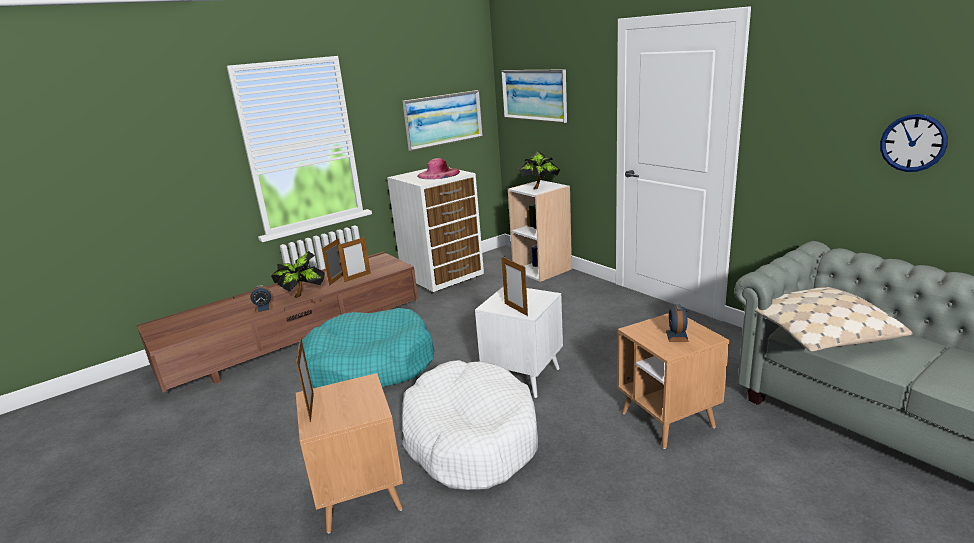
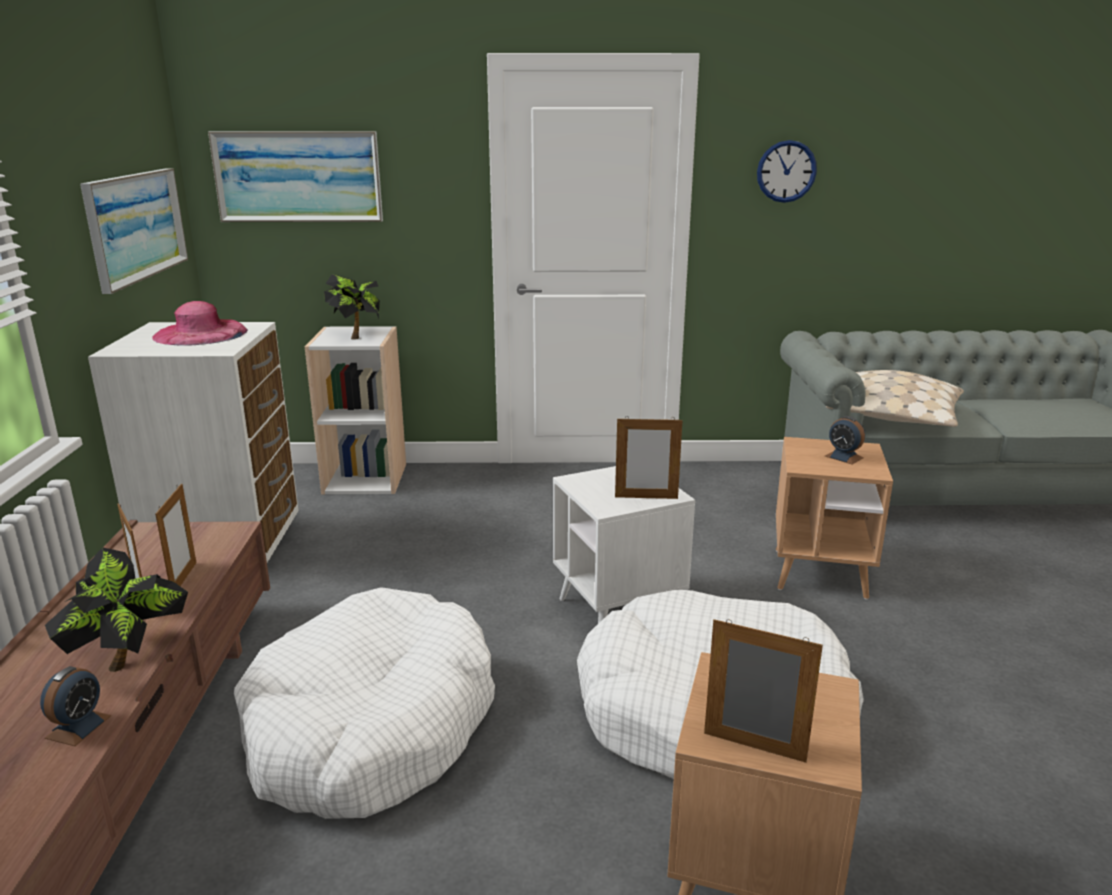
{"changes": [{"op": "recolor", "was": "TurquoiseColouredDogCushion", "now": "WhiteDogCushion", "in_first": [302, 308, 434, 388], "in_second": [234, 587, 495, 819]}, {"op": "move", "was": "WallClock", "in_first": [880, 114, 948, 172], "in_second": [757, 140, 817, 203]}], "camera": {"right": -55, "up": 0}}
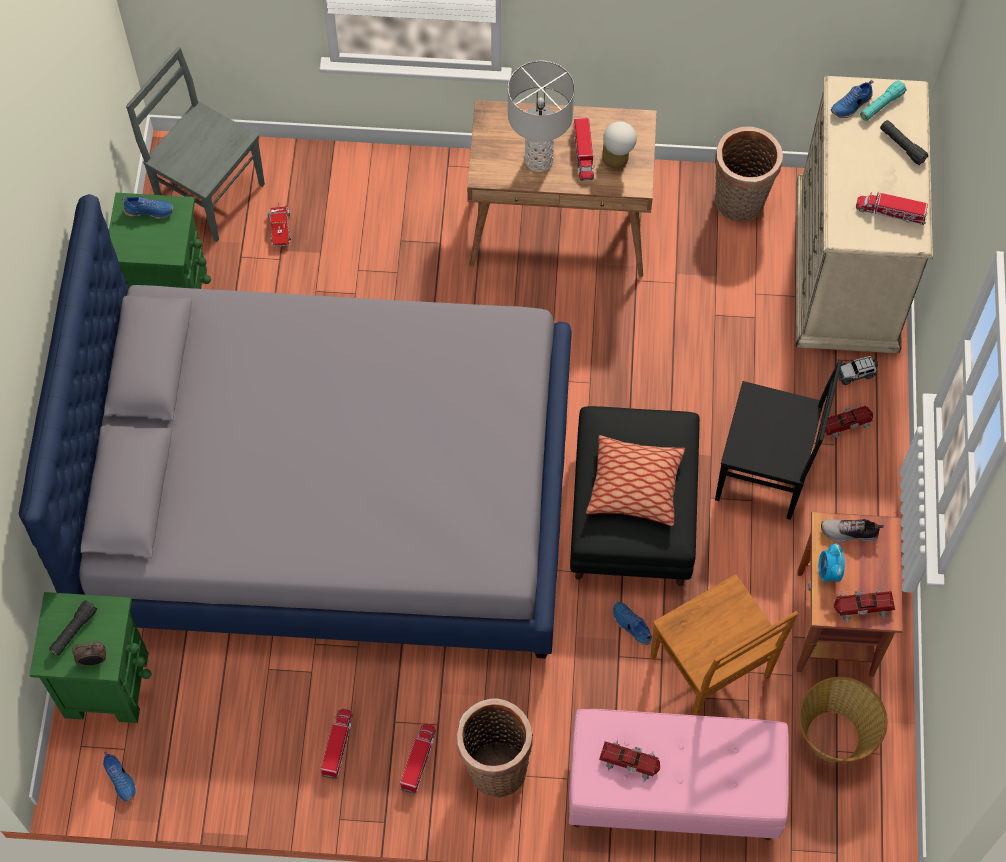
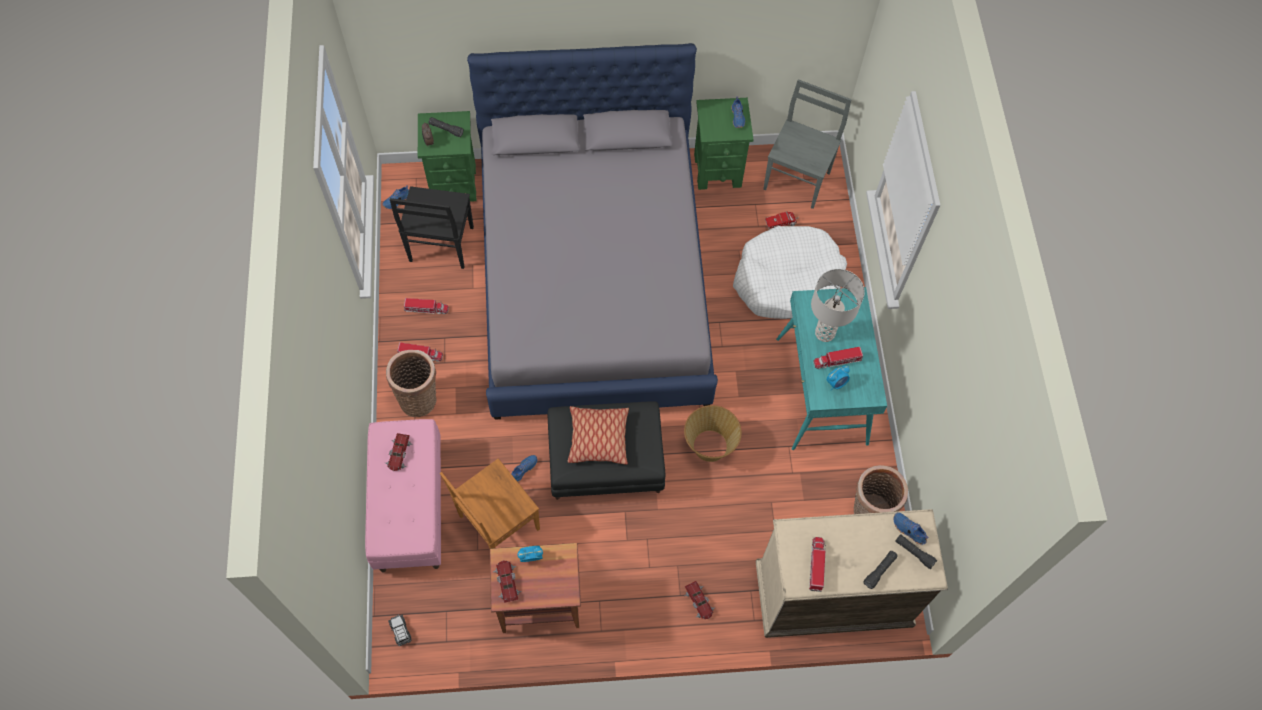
{"changes": [{"op": "recolor", "was": "BrownColouredDeskTable", "now": "TurquoiseColouredDeskTable", "in_first": [467, 100, 657, 277], "in_second": [776, 287, 887, 450]}, {"op": "replace", "was": "TableLamp", "now": "AlarmClock", "in_first": [602, 121, 637, 168], "in_second": [827, 366, 850, 390]}, {"op": "move", "was": "BlackColouredPlainChair", "in_first": [715, 360, 842, 520], "in_second": [390, 186, 474, 269]}, {"op": "move", "was": "HouseholdBasket", "in_first": [799, 677, 887, 762], "in_second": [684, 405, 742, 462]}, {"op": "delete", "was": "LowShoe", "in_first": [821, 519, 884, 542]}, {"op": "move", "was": "ModelCar", "in_first": [838, 356, 878, 385], "in_second": [388, 615, 412, 646]}, {"op": "recolor", "was": "TurquoiseColouredTorch", "now": "BlackColouredTorch", "in_first": [860, 80, 907, 121], "in_second": [896, 534, 937, 569]}, {"op": "insert", "now": "WhiteDogCushion", "in_second": [733, 226, 847, 319]}], "camera": {"right": 80, "up": 0}}
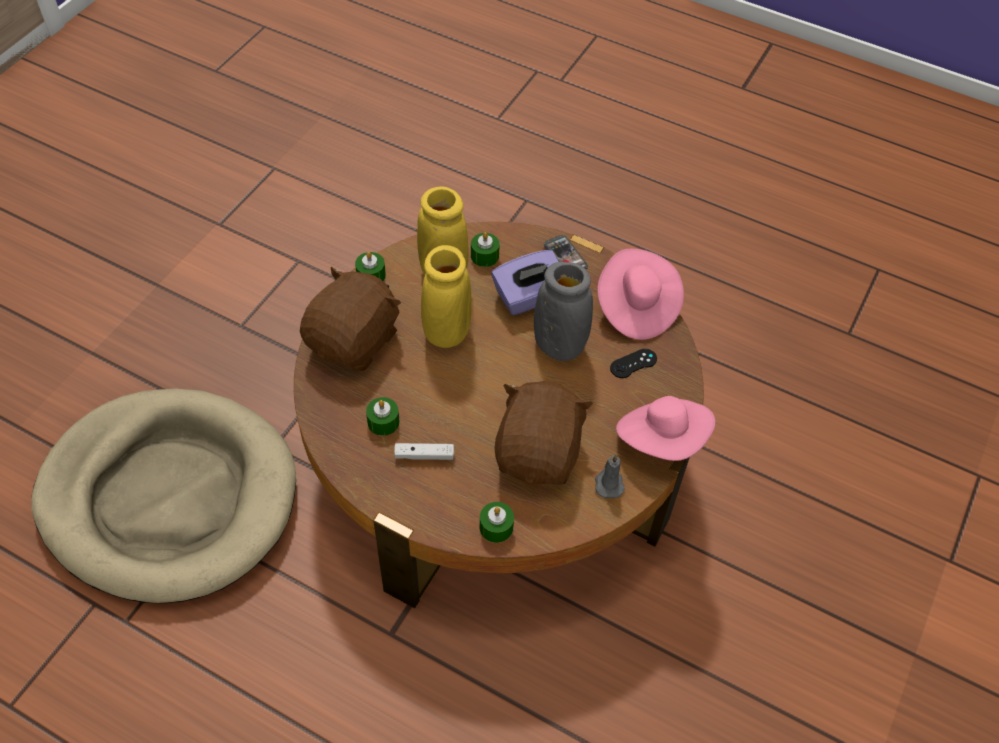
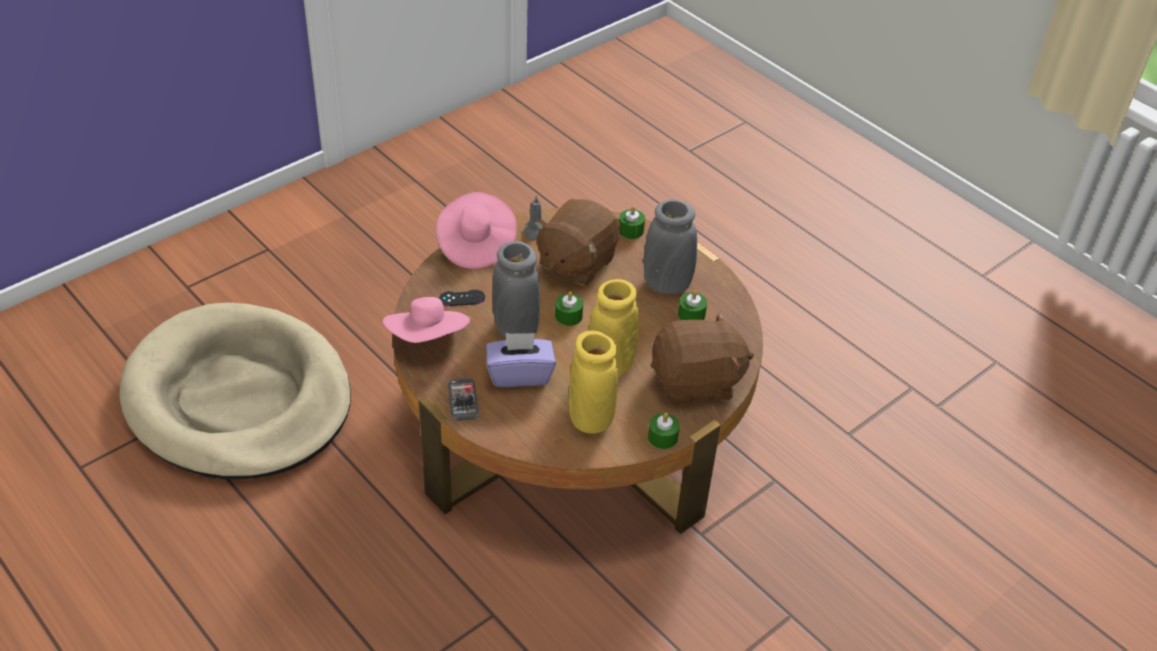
{"changes": [{"op": "move", "was": "SandColouredDogCushion", "in_first": [32, 388, 296, 603], "in_second": [119, 302, 351, 479]}, {"op": "rotate", "was": "BrownColouredPlushToy", "in_first": [300, 267, 401, 371], "in_second": [651, 312, 754, 405], "clockwise": -150}, {"op": "replace", "was": "WhiteGamepad", "now": "GreyishFlowerVase", "in_first": [394, 443, 454, 460], "in_second": [643, 200, 697, 294]}, {"op": "move", "was": "GreenWaxLight", "in_first": [471, 232, 500, 267], "in_second": [555, 292, 583, 326]}], "camera": {"right": -160, "up": -10}}
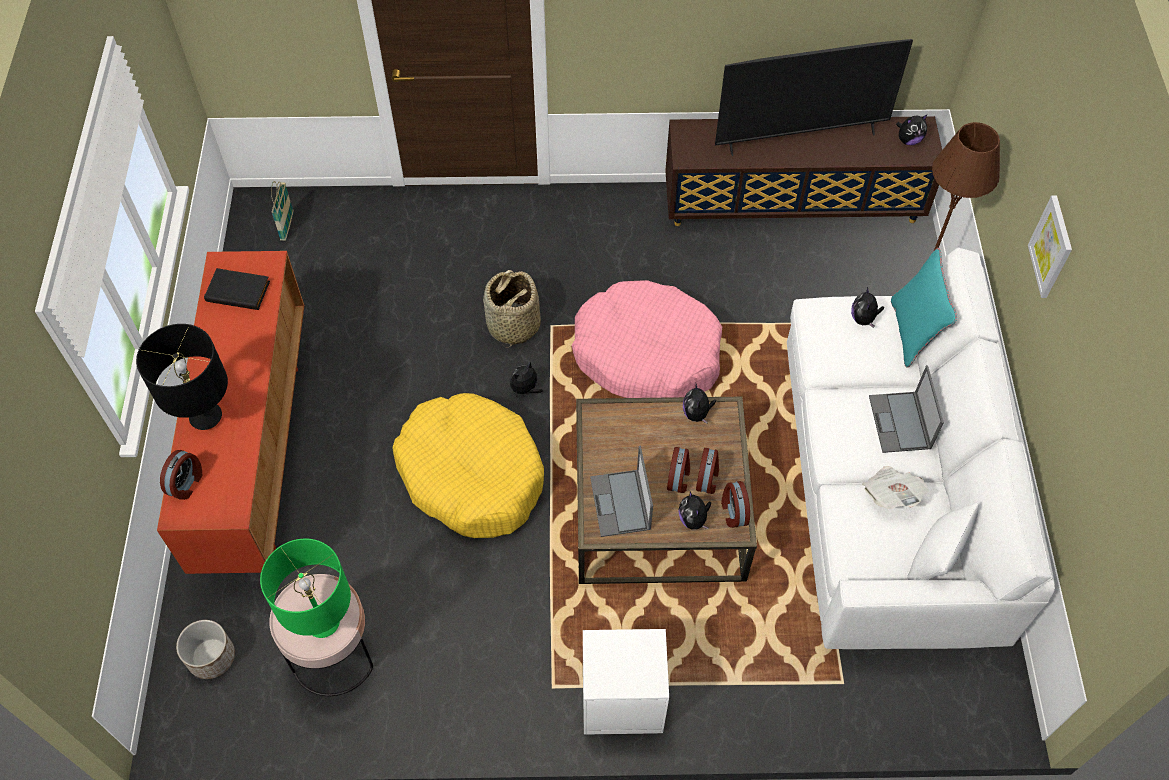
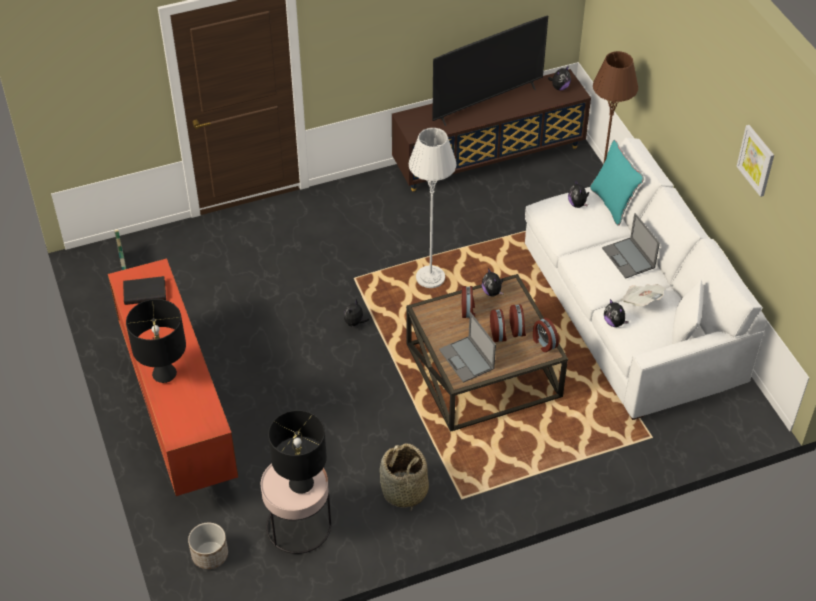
{"changes": [{"op": "move", "was": "AlarmClock", "in_first": [160, 450, 202, 500], "in_second": [462, 286, 475, 318]}, {"op": "recolor", "was": "GreenTableLamp", "now": "BlackColouredTableLamp", "in_first": [260, 539, 351, 638], "in_second": [268, 410, 327, 494]}, {"op": "delete", "was": "YellowDogCushion", "in_first": [392, 393, 544, 538]}, {"op": "move", "was": "HouseholdBasket", "in_first": [483, 270, 541, 348], "in_second": [380, 443, 429, 511]}, {"op": "replace", "was": "PinkishDogCushion", "now": "GreyishStandingLamp", "in_first": [572, 280, 722, 398], "in_second": [409, 128, 457, 288]}, {"op": "delete", "was": "WhiteNightstand", "in_first": [583, 629, 669, 735]}, {"op": "move", "was": "PlushToy", "in_first": [678, 490, 711, 530], "in_second": [604, 299, 629, 327]}, {"op": "move", "was": "Picture", "in_first": [1028, 195, 1072, 298], "in_second": [736, 125, 774, 197]}], "camera": {"right": -20, "up": -10}}
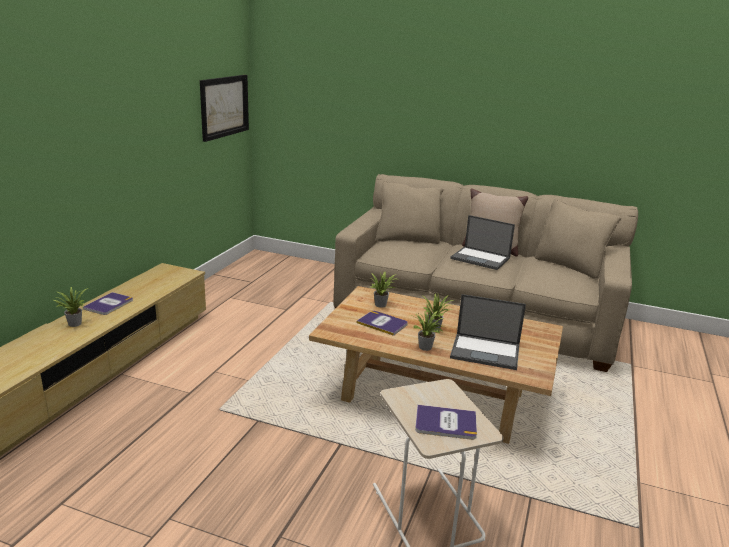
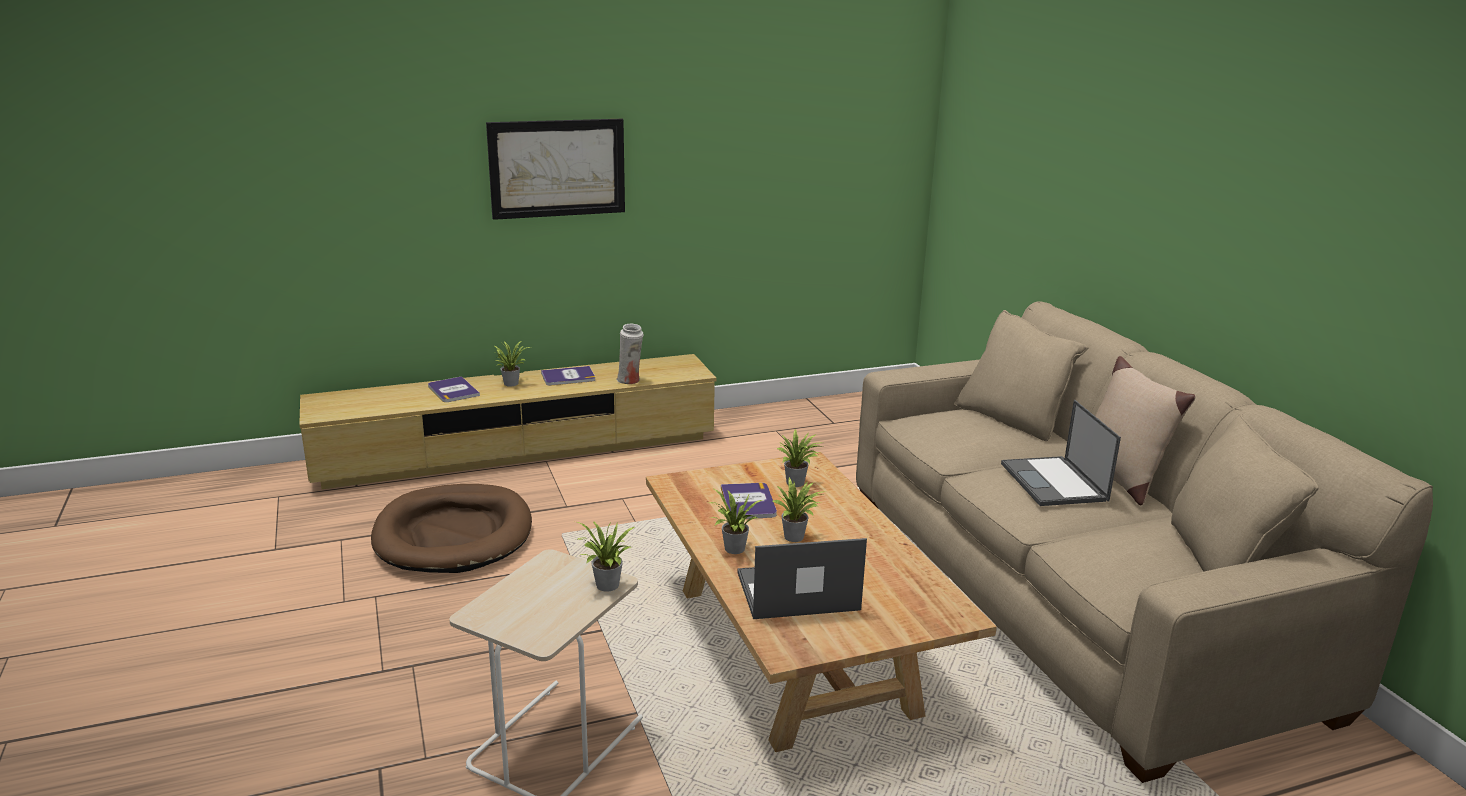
{"changes": [{"op": "move", "was": "Picture", "in_first": [200, 75, 249, 142], "in_second": [486, 119, 625, 220]}, {"op": "move", "was": "Volume", "in_first": [415, 405, 477, 440], "in_second": [428, 376, 480, 402]}, {"op": "rotate", "was": "NotebookComputer", "in_first": [450, 294, 526, 370], "in_second": [738, 538, 867, 619], "clockwise": 105}, {"op": "insert", "now": "BrownColouredDogCushion", "in_second": [371, 484, 532, 573]}, {"op": "insert", "now": "PottedPlant", "in_second": [577, 522, 635, 592]}, {"op": "insert", "now": "WhiteFlowerVase", "in_second": [616, 324, 644, 384]}], "camera": {"right": 50, "up": 0}}
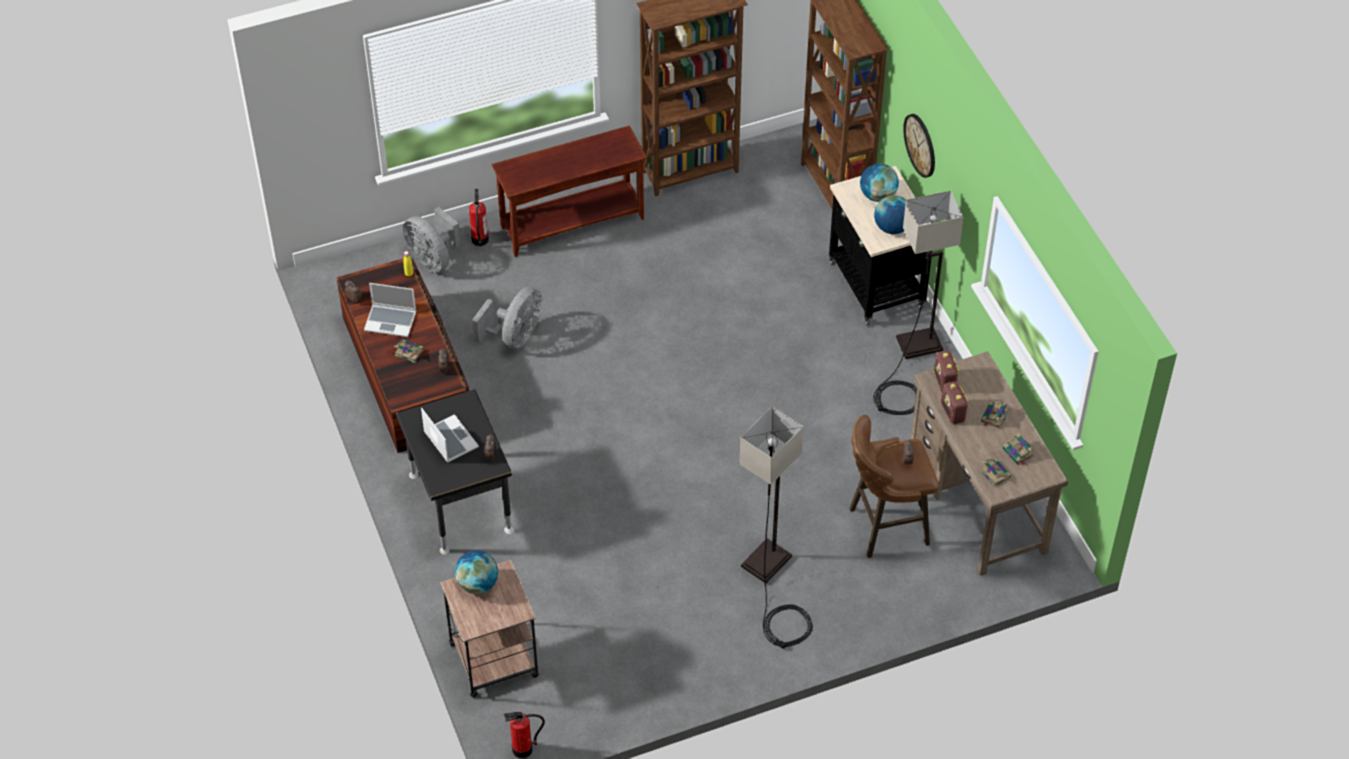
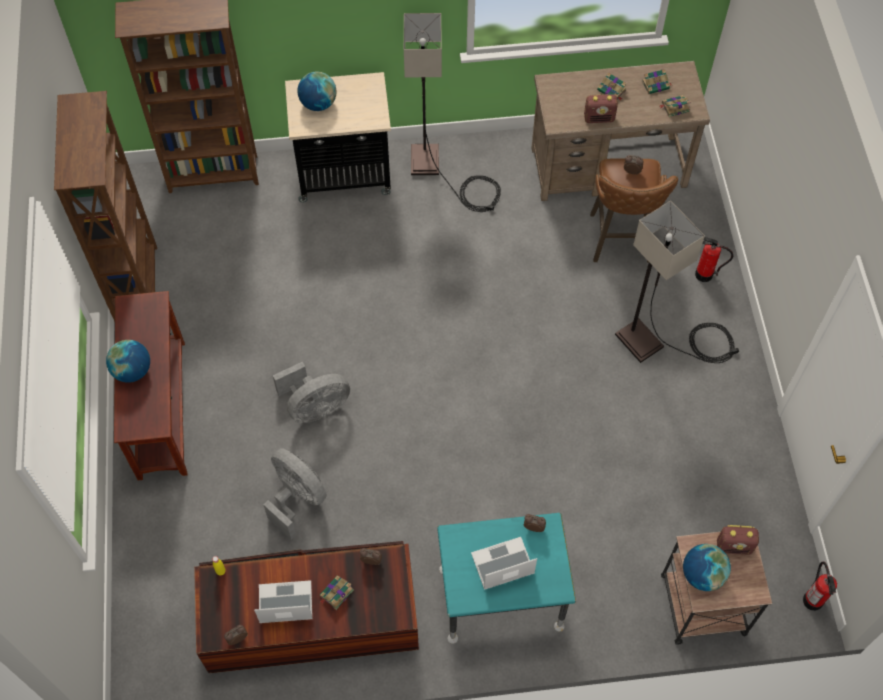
{"changes": [{"op": "rotate", "was": "NotebookComputer", "in_first": [364, 283, 416, 337], "in_second": [254, 580, 312, 623], "clockwise": -120}, {"op": "recolor", "was": "BlackColouredDeskTable", "now": "TurquoiseColouredDeskTable", "in_first": [396, 389, 514, 555], "in_second": [437, 513, 576, 644]}, {"op": "move", "was": "GreyishFan", "in_first": [403, 207, 461, 273], "in_second": [273, 362, 350, 423]}, {"op": "move", "was": "FireFightingCylinder", "in_first": [469, 189, 489, 247], "in_second": [695, 237, 733, 282]}, {"op": "move", "was": "WorldGlobe", "in_first": [874, 195, 906, 234], "in_second": [106, 340, 150, 383]}, {"op": "delete", "was": "WallClock", "in_first": [903, 114, 935, 178]}, {"op": "move", "was": "RadioReceiver", "in_first": [934, 351, 960, 392], "in_second": [717, 525, 759, 555]}], "camera": {"right": -75, "up": 10}}
